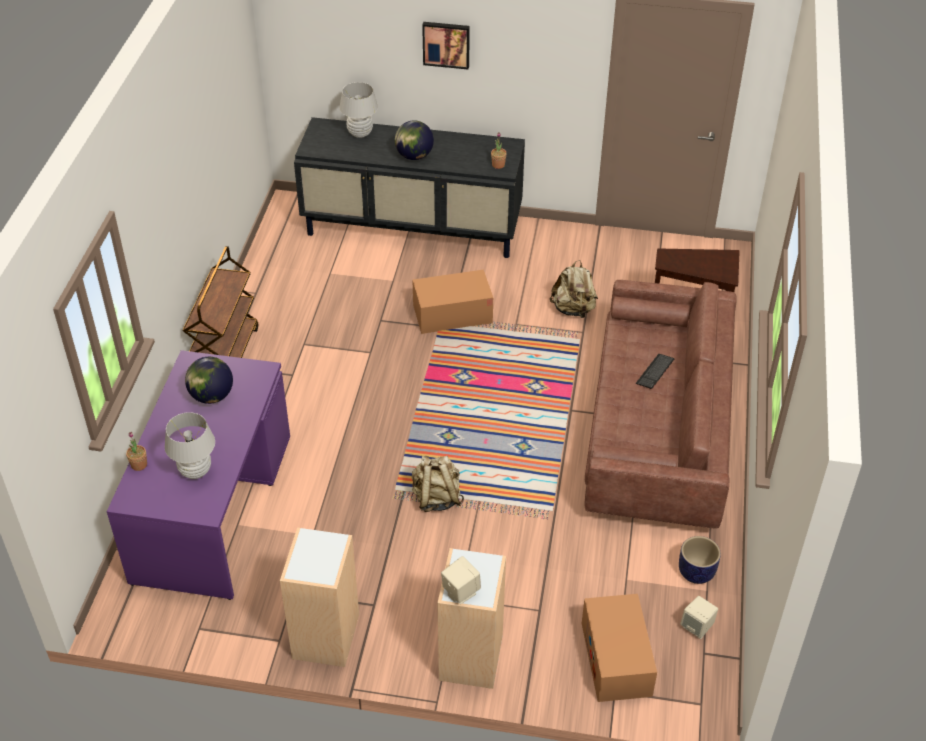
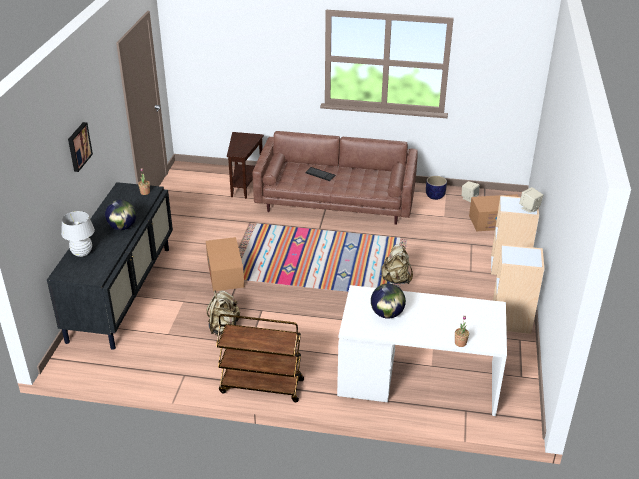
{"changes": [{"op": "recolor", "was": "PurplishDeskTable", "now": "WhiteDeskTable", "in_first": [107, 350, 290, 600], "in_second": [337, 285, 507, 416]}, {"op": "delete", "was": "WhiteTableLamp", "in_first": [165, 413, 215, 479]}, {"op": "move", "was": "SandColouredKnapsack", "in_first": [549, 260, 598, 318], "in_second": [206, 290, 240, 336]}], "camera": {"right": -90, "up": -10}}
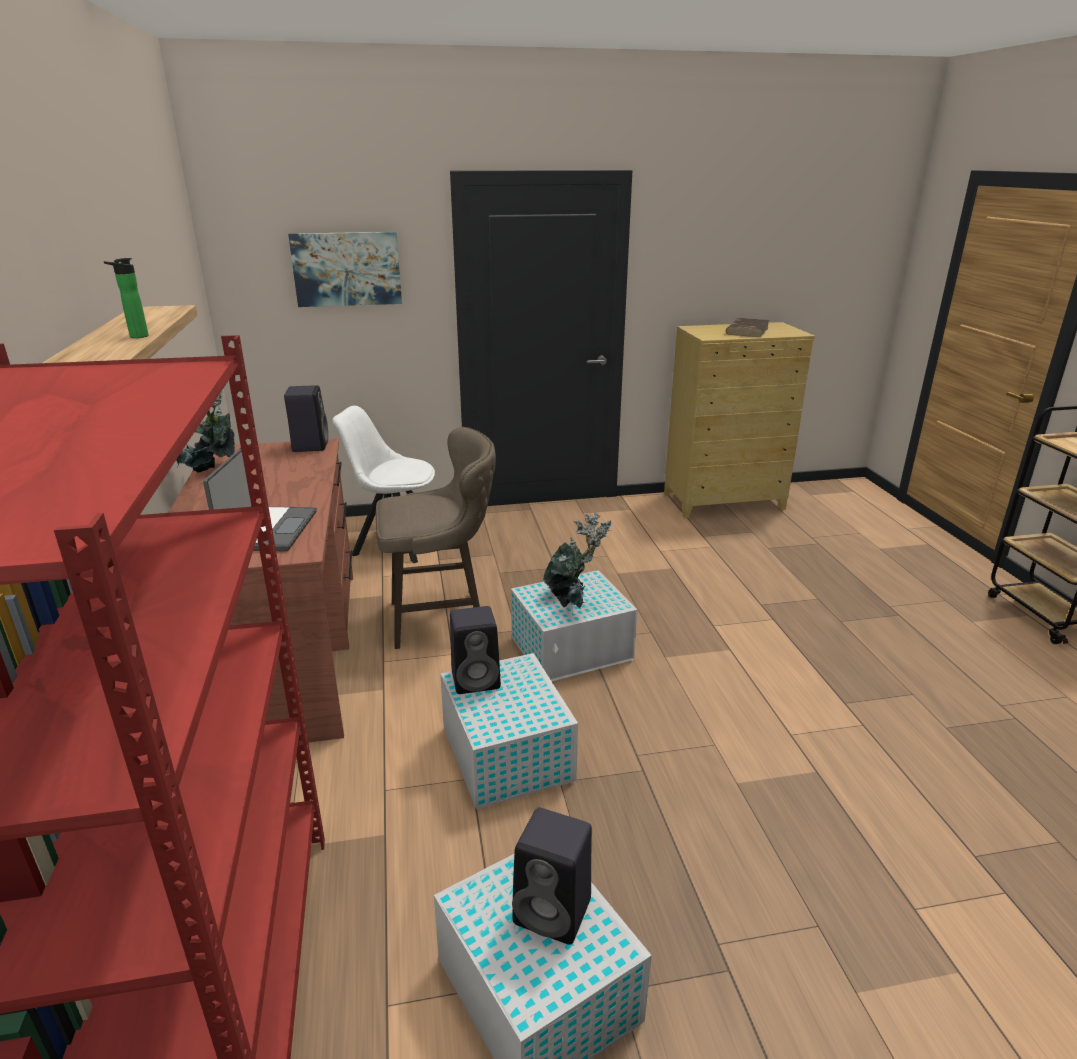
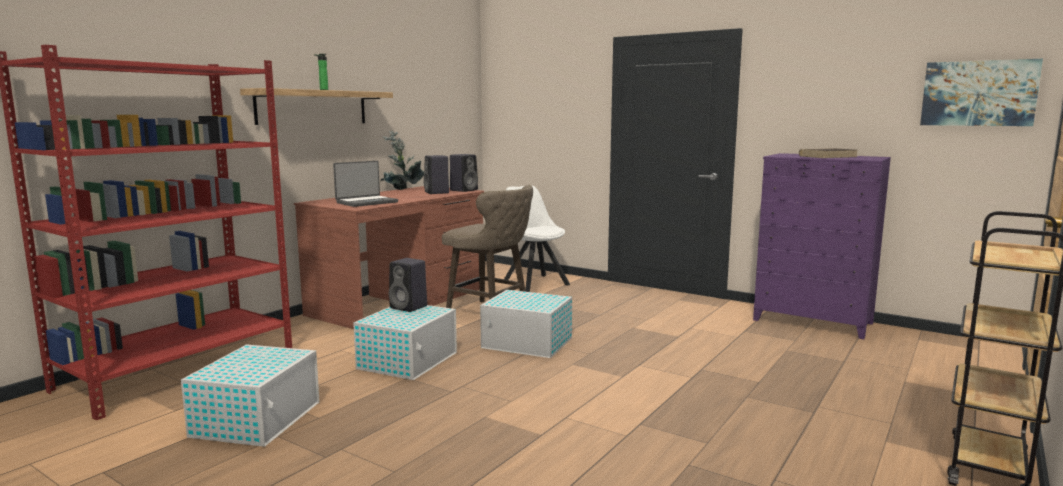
{"changes": [{"op": "move", "was": "Picture", "in_first": [288, 232, 402, 307], "in_second": [920, 59, 1043, 126]}, {"op": "move", "was": "BlackColouredLoudspeaker", "in_first": [512, 807, 592, 945], "in_second": [424, 155, 449, 194]}, {"op": "delete", "was": "PottedPlant", "in_first": [543, 512, 612, 609]}, {"op": "recolor", "was": "SandColouredChestOfDrawers", "now": "PurplishChestOfDrawers", "in_first": [664, 322, 815, 518], "in_second": [753, 153, 891, 339]}], "camera": {"right": 45, "up": -15}}
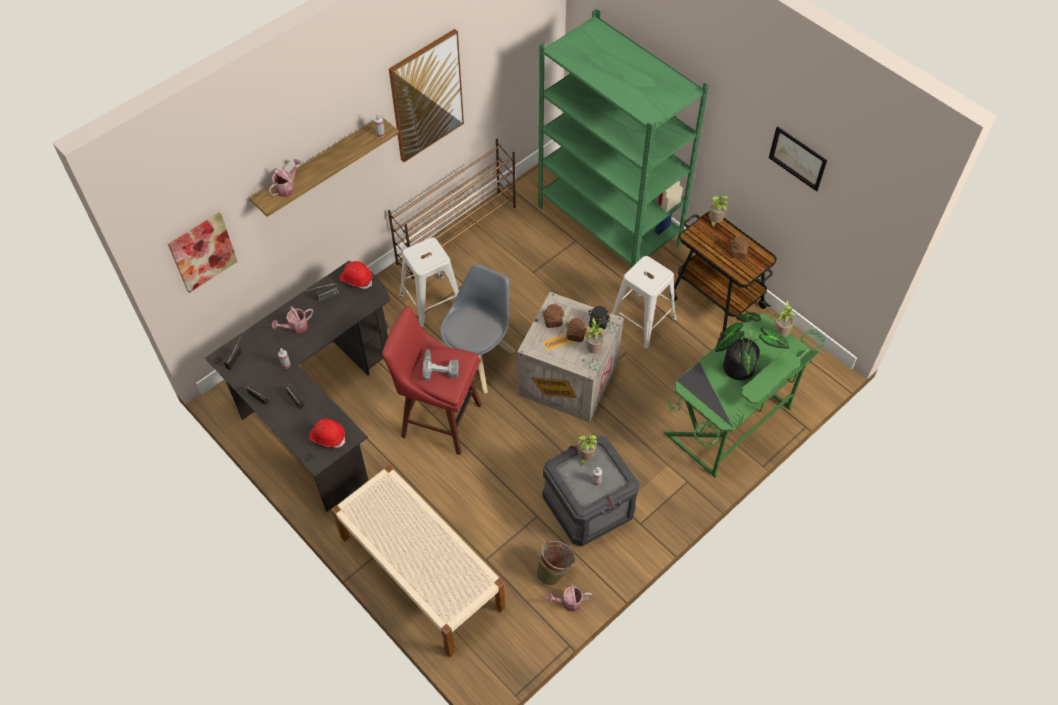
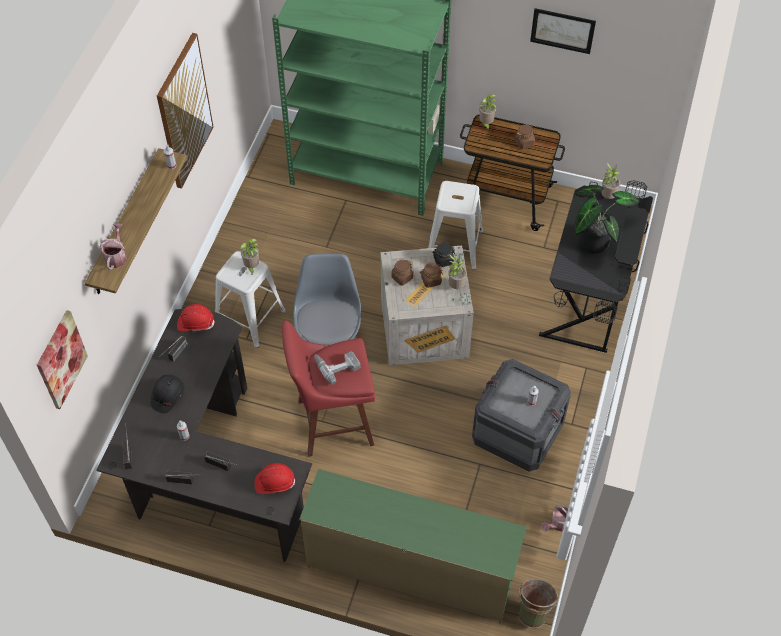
{"changes": [{"op": "replace", "was": "SprinklingCan", "now": "BlackColouredWorkHelmet", "in_first": [272, 306, 313, 334], "in_second": [151, 374, 184, 413]}, {"op": "replace", "was": "SandColouredLongSeat", "now": "GreenChestOfDrawers", "in_first": [331, 465, 506, 657], "in_second": [299, 469, 527, 623]}, {"op": "delete", "was": "BrownColouredShoeShelf", "in_first": [388, 139, 516, 279]}, {"op": "move", "was": "GreenBucket", "in_first": [536, 540, 575, 586], "in_second": [519, 579, 559, 628]}, {"op": "move", "was": "PottedPlant", "in_first": [577, 433, 597, 465], "in_second": [239, 238, 259, 274]}, {"op": "recolor", "was": "GreenDeskTable", "now": "BlackColouredDeskTable", "in_first": [664, 314, 825, 478], "in_second": [539, 180, 653, 353]}], "camera": {"right": -30, "up": 0}}
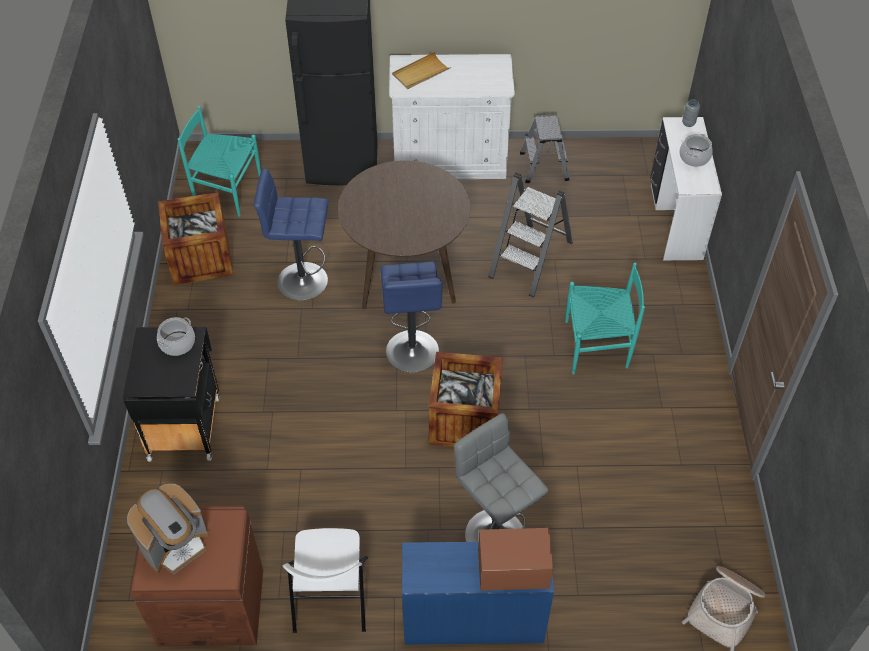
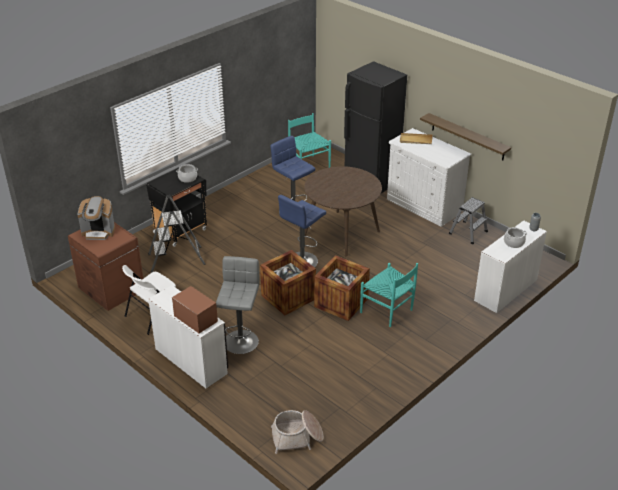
{"changes": [{"op": "move", "was": "PackingCrate", "in_first": [158, 192, 233, 285], "in_second": [314, 255, 370, 321]}, {"op": "recolor", "was": "BlueColouredDeskTable", "now": "WhiteDeskTable", "in_first": [402, 542, 554, 645], "in_second": [148, 285, 228, 388]}, {"op": "move", "was": "GreyishStepStool", "in_first": [488, 172, 573, 297], "in_second": [148, 195, 205, 273]}, {"op": "insert", "now": "Shelf", "in_second": [420, 113, 511, 160]}], "camera": {"right": 45, "up": -15}}
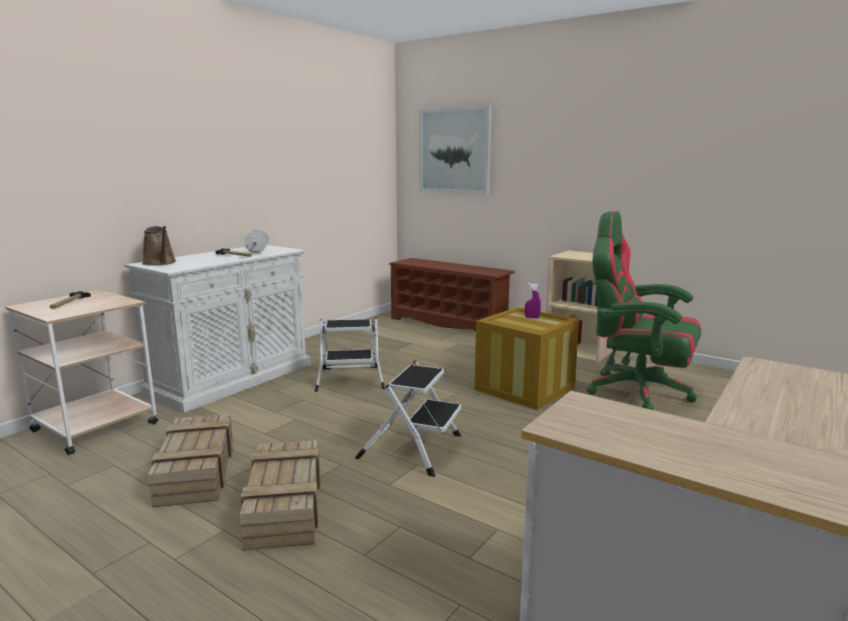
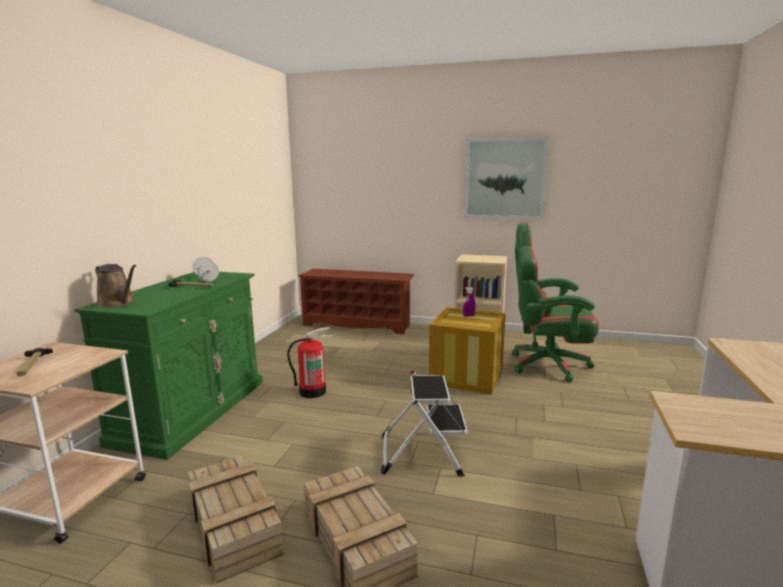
{"changes": [{"op": "recolor", "was": "WhiteChestOfDrawers", "now": "GreenChestOfDrawers", "in_first": [124, 245, 311, 413], "in_second": [74, 272, 263, 460]}, {"op": "replace", "was": "StepStool", "now": "FireFightingCylinder", "in_first": [315, 318, 385, 392], "in_second": [287, 327, 333, 398]}, {"op": "move", "was": "Picture", "in_first": [419, 106, 492, 194], "in_second": [464, 137, 549, 219]}], "camera": {"right": -20, "up": 0}}
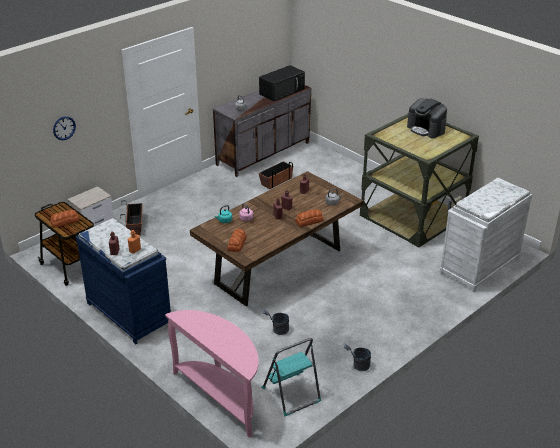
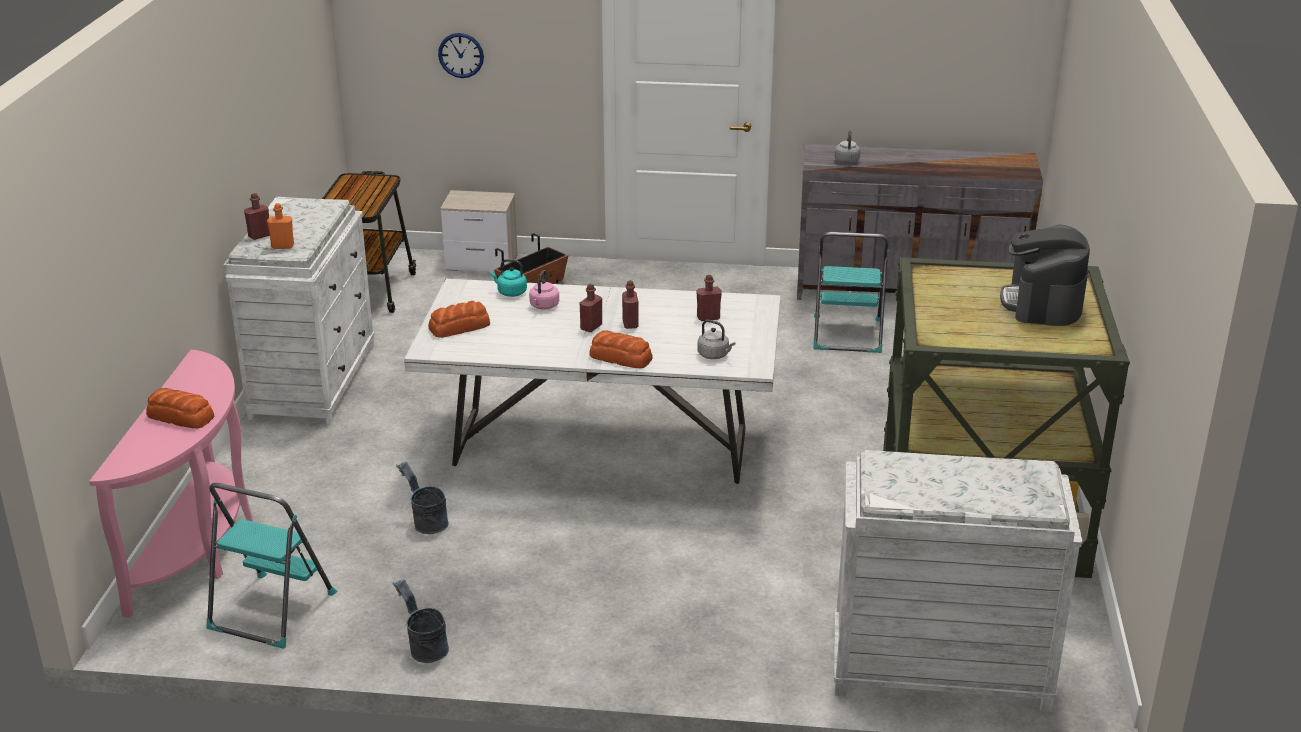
{"changes": [{"op": "move", "was": "BakeryBread", "in_first": [51, 210, 79, 228], "in_second": [146, 388, 214, 428]}, {"op": "recolor", "was": "BlueColouredChestOfDrawers", "now": "WhiteChestOfDrawers", "in_first": [76, 218, 171, 344], "in_second": [223, 197, 374, 425]}, {"op": "recolor", "was": "BrownColouredDinnerTable", "now": "WhiteDinnerTable", "in_first": [190, 171, 363, 307], "in_second": [404, 279, 781, 484]}, {"op": "replace", "was": "Planter", "now": "TurquoiseColouredStepStool", "in_first": [258, 161, 293, 189], "in_second": [813, 232, 889, 353]}, {"op": "delete", "was": "BlackColouredMicrowave", "in_first": [259, 65, 305, 102]}], "camera": {"right": 50, "up": -5}}
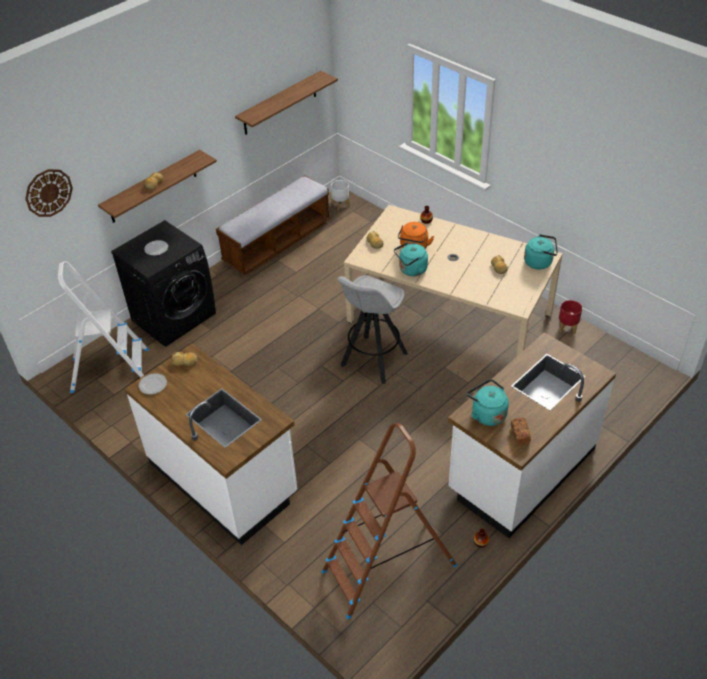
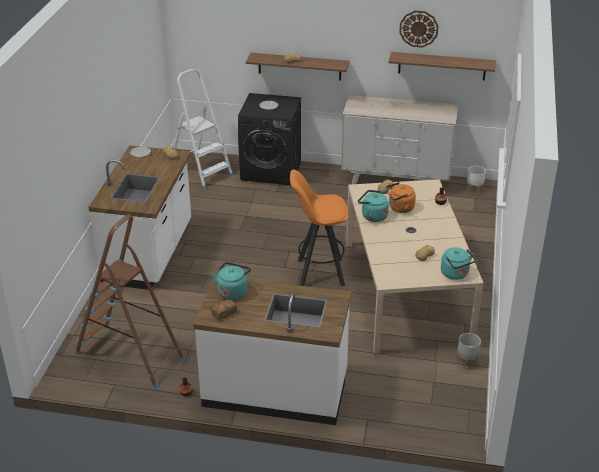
{"changes": [{"op": "move", "was": "WallClock", "in_first": [25, 169, 73, 217], "in_second": [399, 11, 438, 48]}, {"op": "replace", "was": "LongSeat", "now": "WhiteChestOfDrawers", "in_first": [216, 175, 330, 275], "in_second": [341, 95, 458, 184]}, {"op": "recolor", "was": "GreyishStoolSeat", "now": "OrangeyStoolSeat", "in_first": [337, 276, 408, 384], "in_second": [290, 169, 348, 287]}, {"op": "recolor", "was": "ReddishPlanter", "now": "GreyishPlanter", "in_first": [559, 300, 582, 334], "in_second": [456, 333, 481, 369]}], "camera": {"right": 55, "up": -10}}
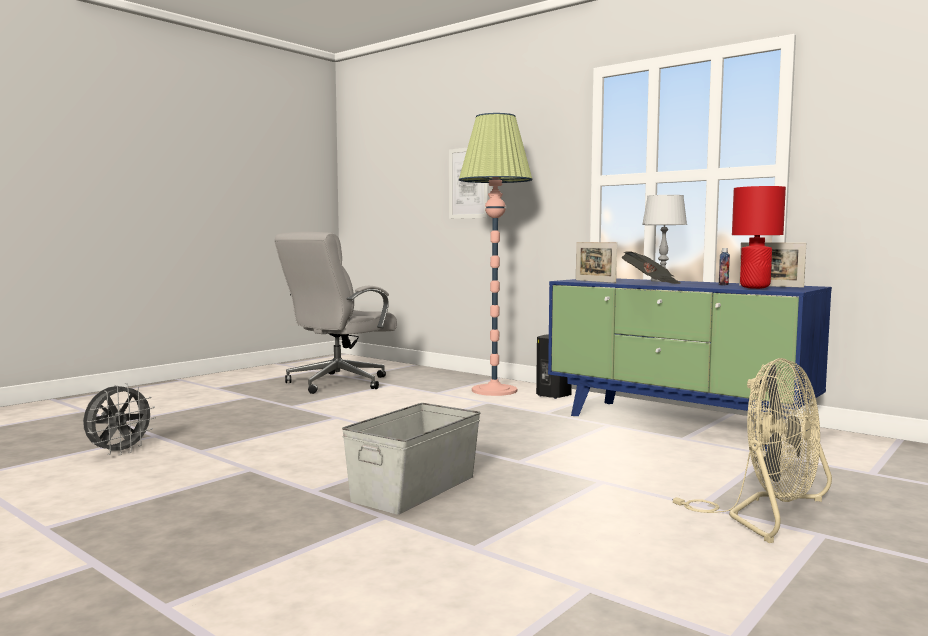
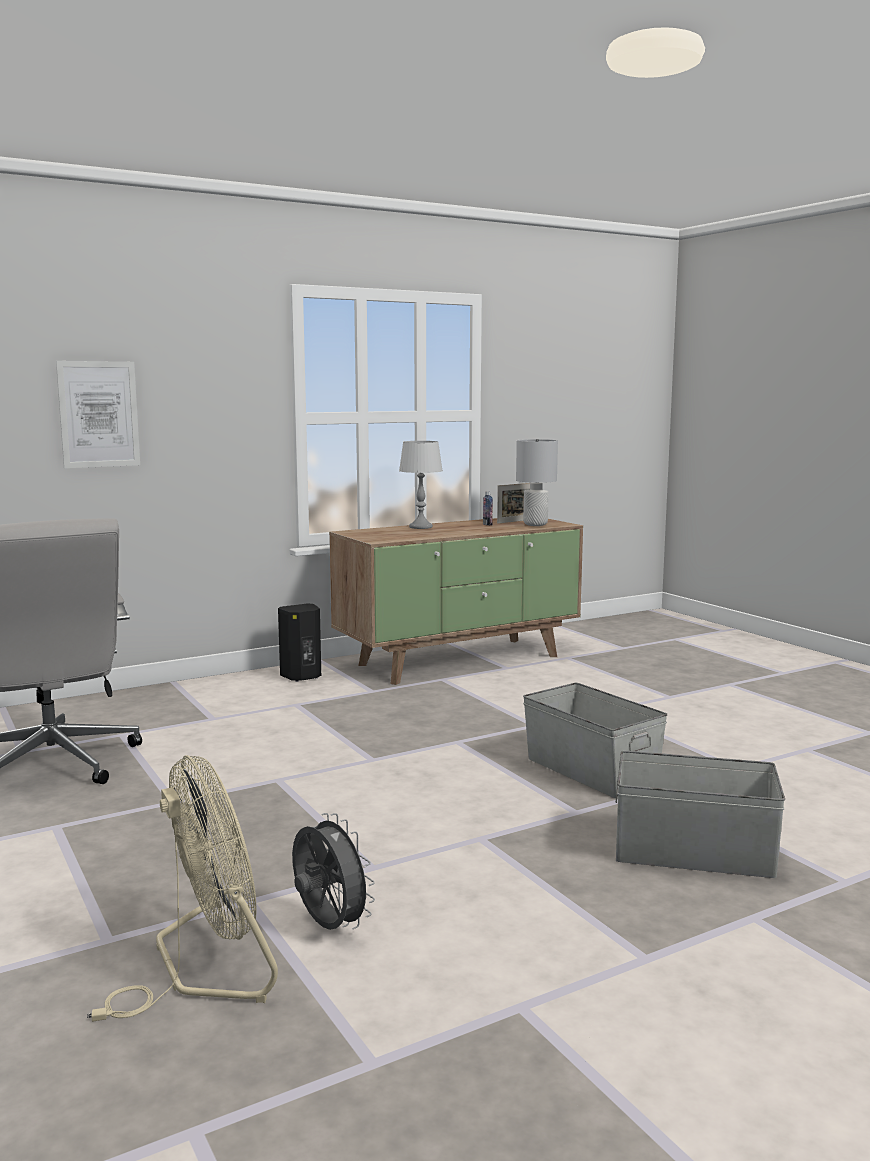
{"changes": [{"op": "delete", "was": "StandingLamp", "in_first": [459, 113, 533, 396]}, {"op": "recolor", "was": "BlueColouredChestOfDrawers", "now": "GreenChestOfDrawers", "in_first": [548, 278, 832, 451], "in_second": [329, 518, 583, 685]}, {"op": "delete", "was": "StandingFrame", "in_first": [576, 242, 617, 283]}, {"op": "delete", "was": "Newspaper", "in_first": [622, 251, 681, 284]}, {"op": "move", "was": "SandColouredFan", "in_first": [673, 358, 832, 543], "in_second": [87, 755, 278, 1022]}, {"op": "recolor", "was": "ReddishTableLamp", "now": "GreyishTableLamp", "in_first": [732, 186, 786, 289], "in_second": [516, 439, 558, 526]}, {"op": "insert", "now": "GreyishStorageContainer", "in_second": [616, 751, 785, 878]}], "camera": {"right": -70, "up": 5}}
